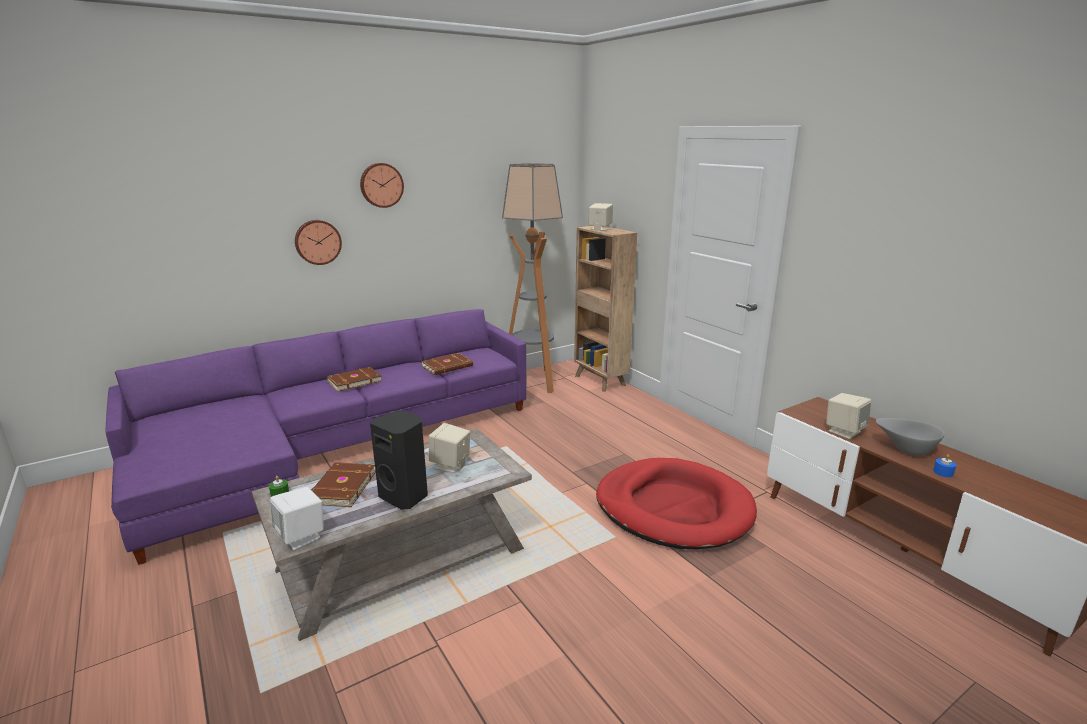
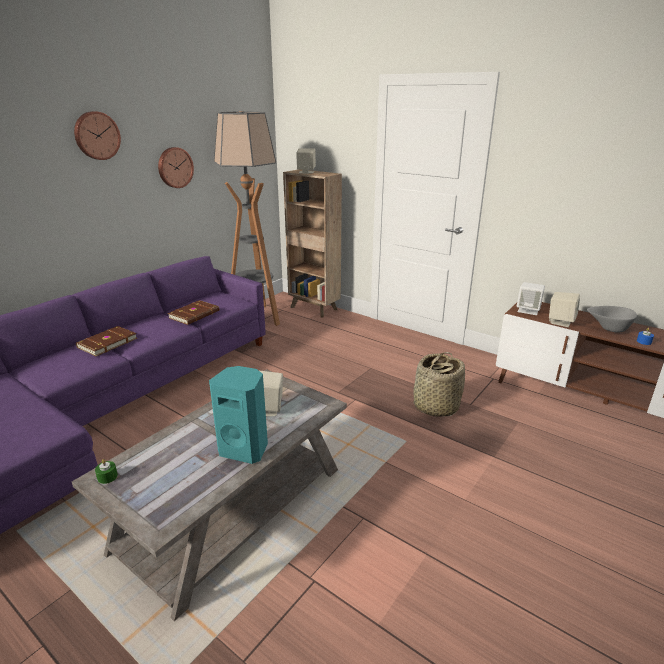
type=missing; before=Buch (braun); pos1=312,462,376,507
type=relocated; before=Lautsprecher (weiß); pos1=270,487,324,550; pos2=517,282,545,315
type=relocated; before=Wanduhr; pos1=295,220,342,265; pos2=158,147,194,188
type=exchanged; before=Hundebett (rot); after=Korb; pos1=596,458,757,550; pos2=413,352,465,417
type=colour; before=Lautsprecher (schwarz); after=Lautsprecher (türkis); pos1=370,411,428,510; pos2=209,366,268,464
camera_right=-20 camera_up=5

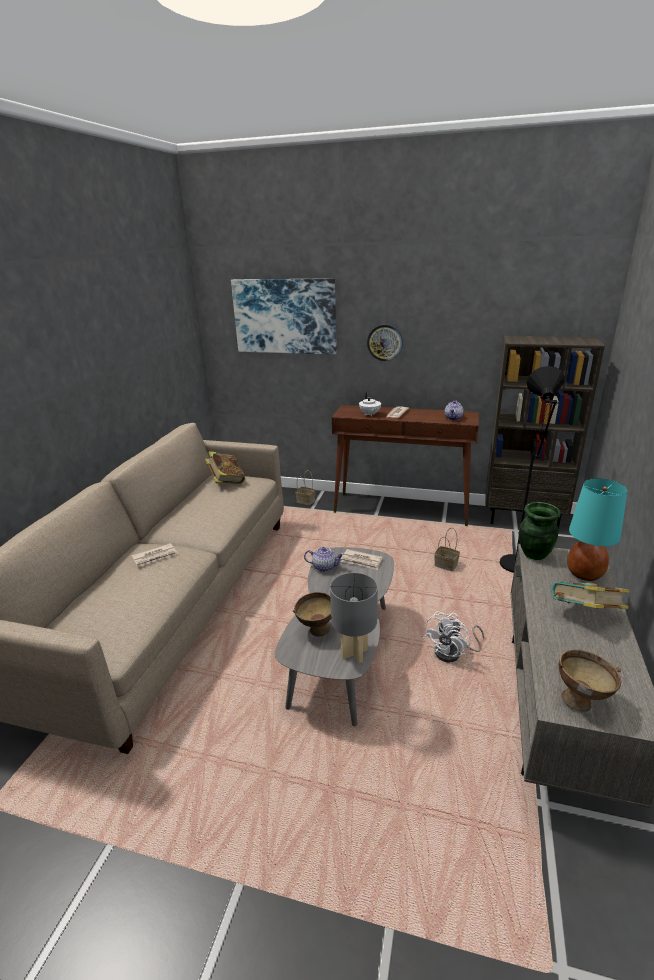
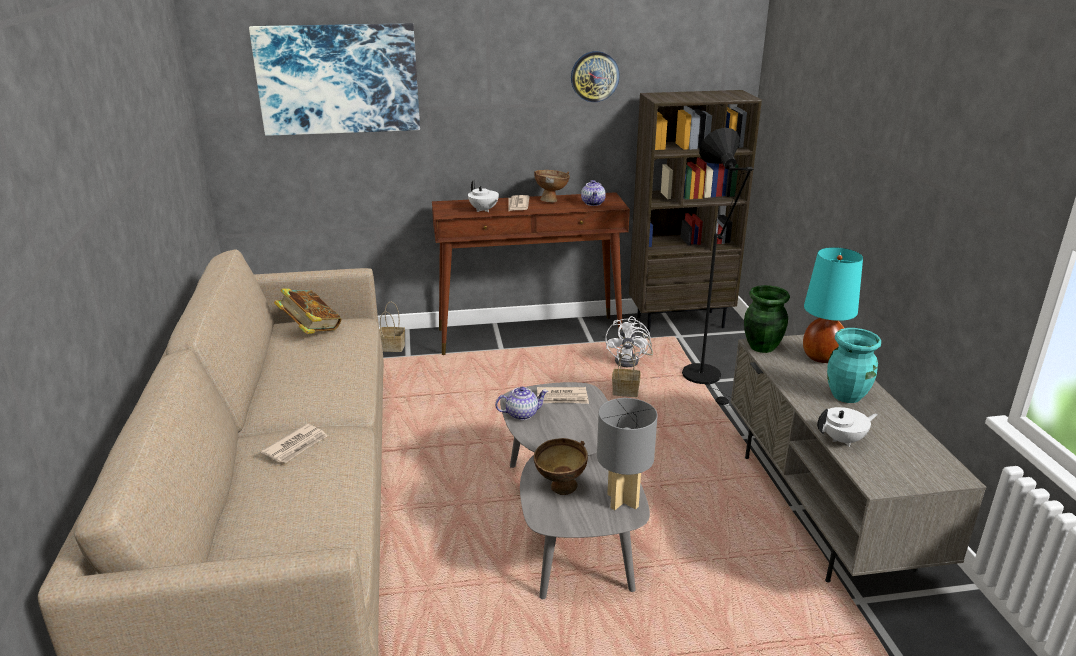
type=appeared; after=Teekanne (weiß); pos2=817,407,878,447
type=relocated; before=Wanduhr; pos1=367,324,403,361; pos2=571,51,620,102
type=relocated; before=Ventilator (weiß); pos1=424,612,484,662; pos2=605,316,653,367
type=relocated; before=Schüssel (braun); pos1=559,649,621,712; pos2=534,170,570,202
type=exchanged; before=Buch; after=Vase (türkis); pos1=551,581,629,609; pos2=827,328,881,403
camera_right=-25 camera_up=0

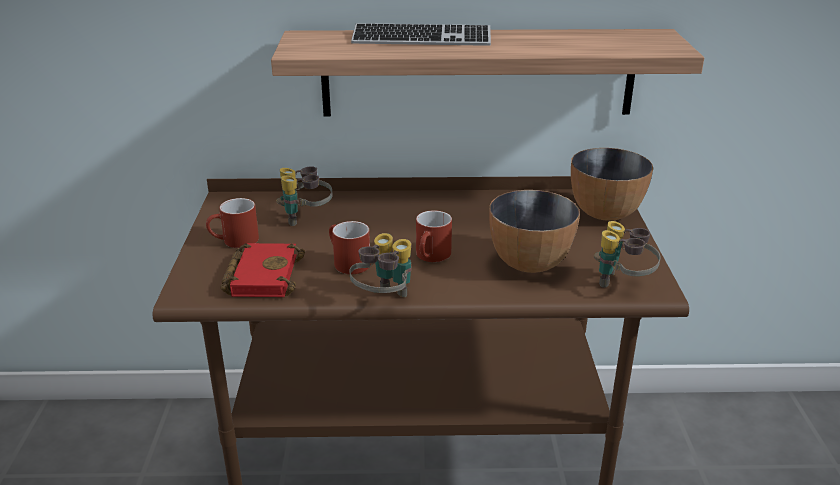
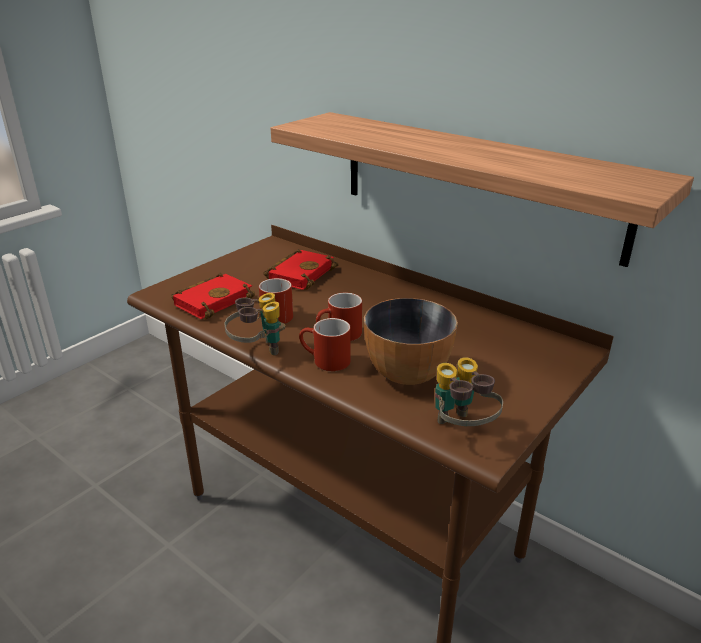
type=missing; before=Tastatur; pos1=351,23,491,46
type=missing; before=Schüssel; pos1=571,148,653,221
type=relocated; before=Henkelbecher (rot); pos1=206,198,259,248; pos2=299,318,351,371
type=exchanged; before=Fernglas; after=Buch (rot); pos1=276,166,333,226; pos2=264,249,339,290
camera_right=40 camera_up=0

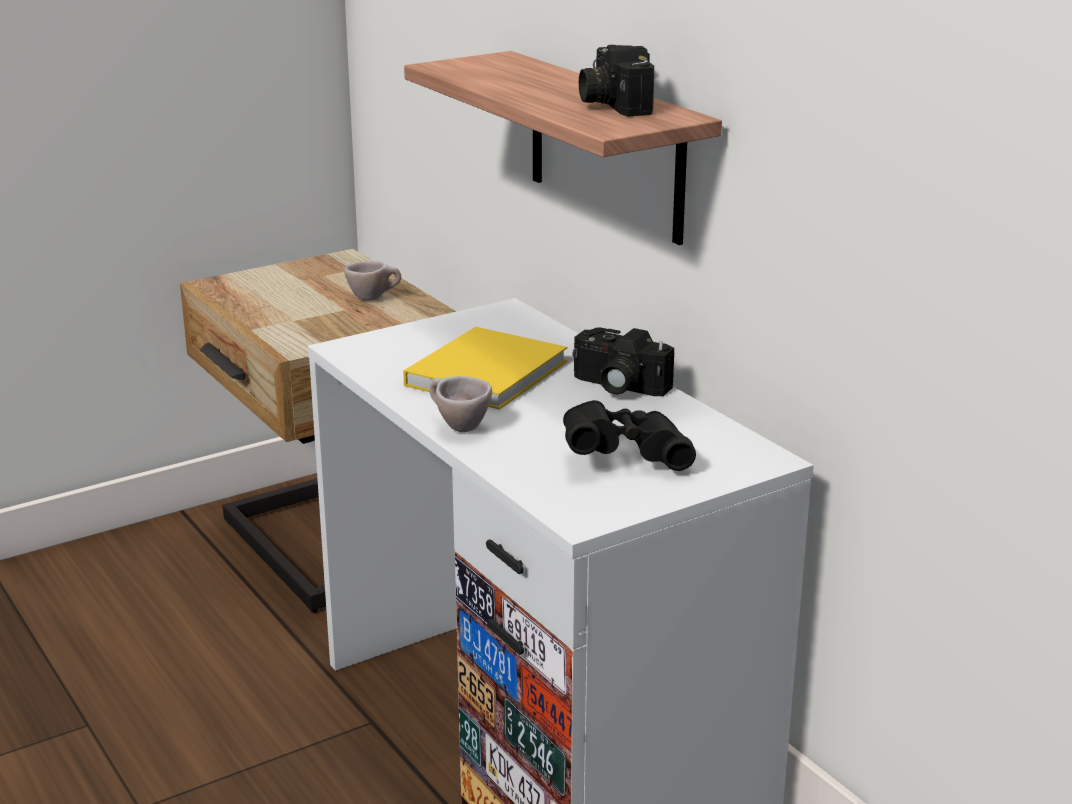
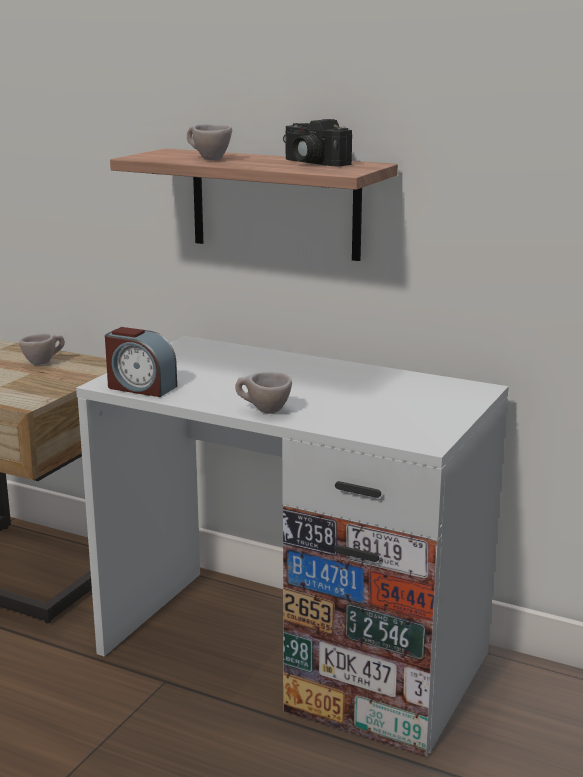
type=missing; before=Buch (gelb); pos1=403,327,567,410
type=missing; before=Fernglas (schwarz); pos1=563,400,696,471
type=missing; before=Kamera; pos1=572,327,674,396
type=appeared; after=Wecker; pos2=105,327,177,397
type=appeared; after=Tasse (beige); pos2=187,124,232,160
camera_right=-30 camera_up=-5

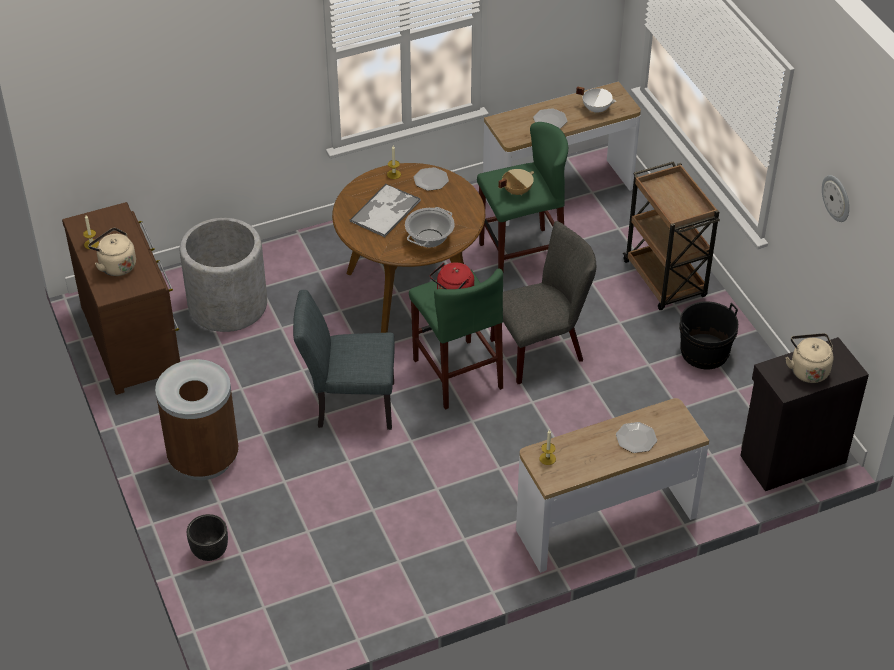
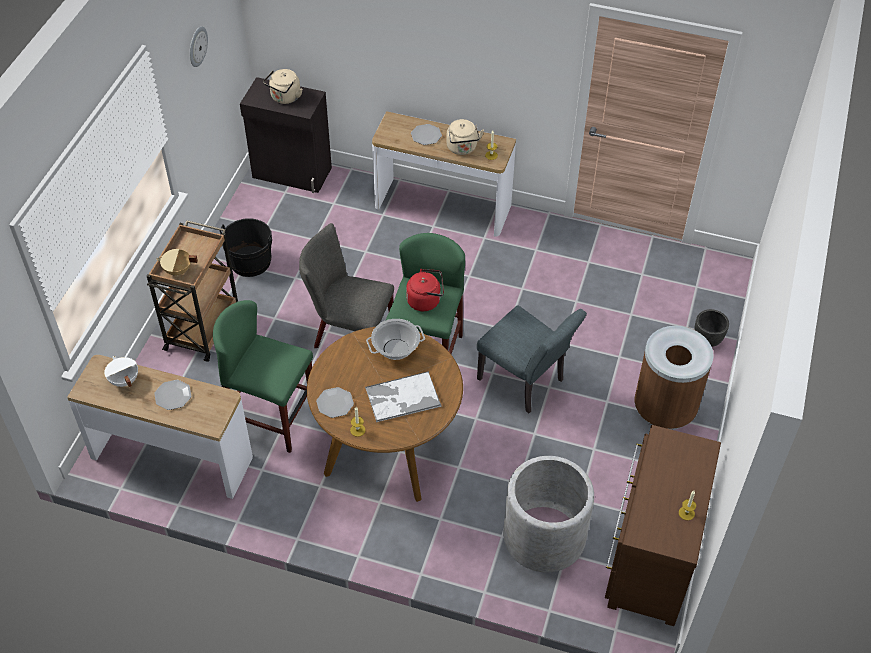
type=relocated; before=Wasserkessel (beige); pos1=88,228,136,276; pos2=446,119,484,155
type=relocated; before=Kochtopf (beige); pos1=498,169,534,196; pos2=156,249,198,276
camera_right=-140 camera_up=5

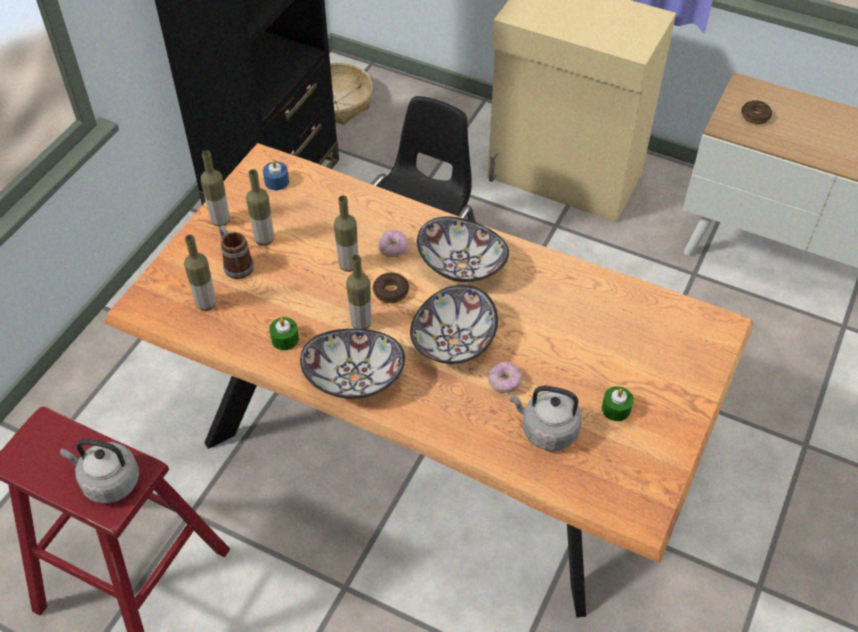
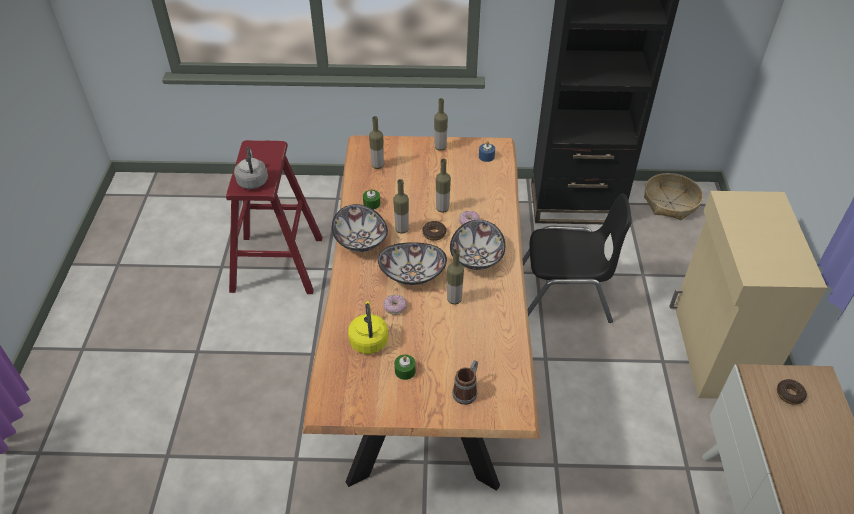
type=relocated; before=Henkelbecher; pos1=219,225,254,279; pos2=452,360,478,405
type=relocated; before=Flasche; pos1=246,169,274,246; pos2=447,249,464,305
type=colour; before=Wasserkessel (grau); after=Wasserkessel (gelb); pos1=510,386,582,451; pos2=348,301,388,354
camera_right=65 camera_up=-5

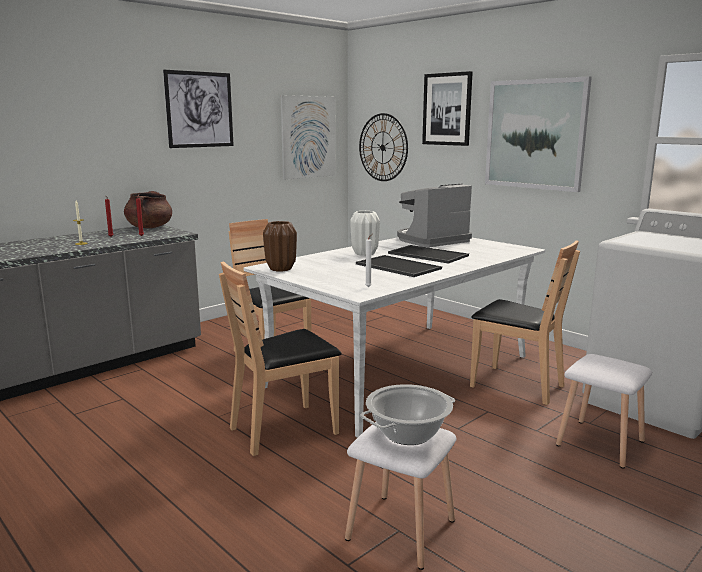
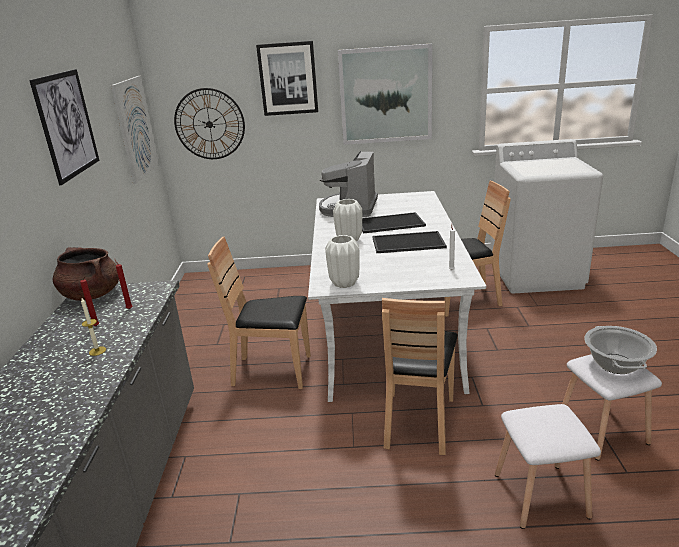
type=relocated; before=Hocker (weiß); pos1=556,354,652,469; pos2=495,404,601,529
type=colour; before=Vase (braun); after=Vase (weiß); pos1=263,221,297,272; pos2=325,235,360,288
camera_right=-45 camera_up=10

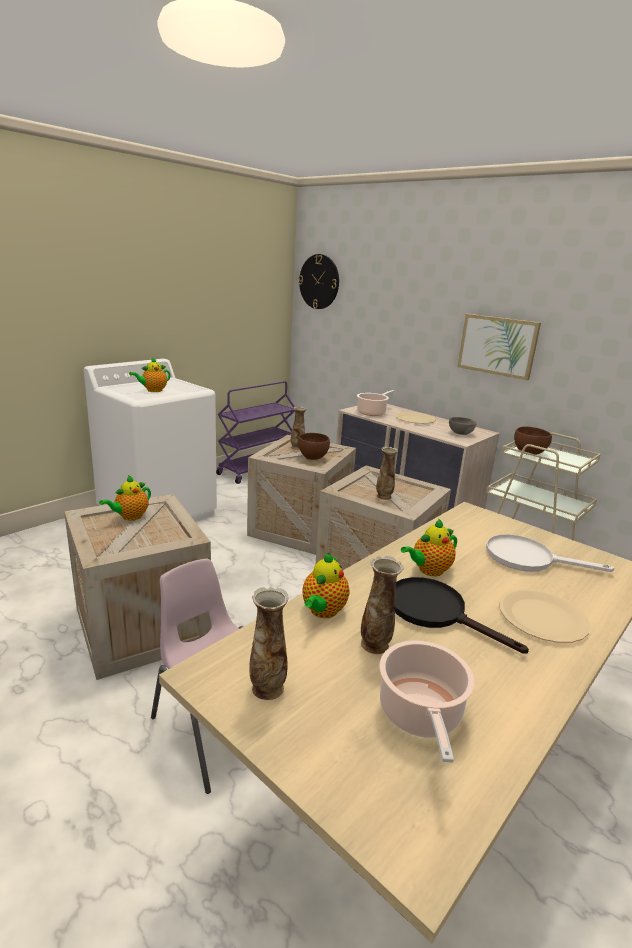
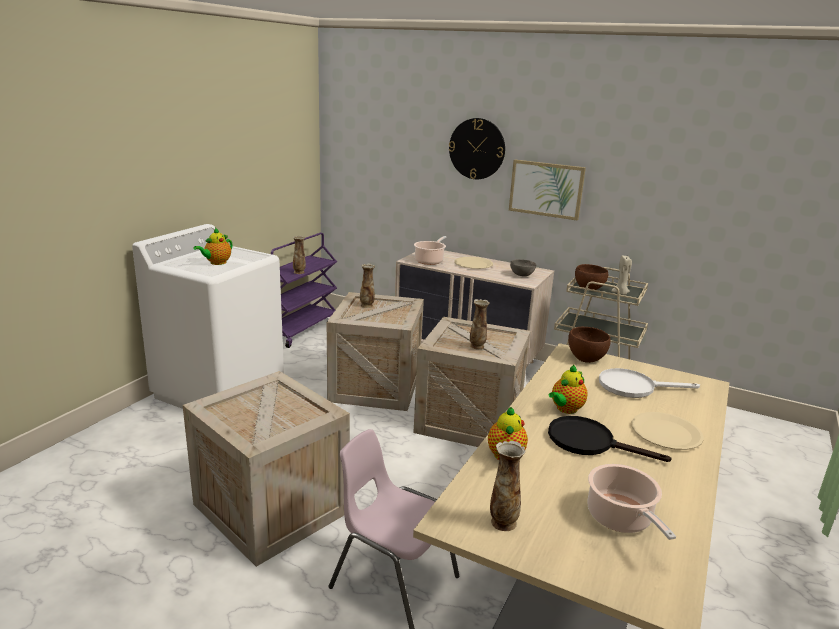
type=missing; before=Teekanne; pos1=99,475,151,521
type=appeared; after=Kerze (beige); pos2=611,256,632,295
type=relocated; before=Wanduhr; pos1=298,254,339,309; pos2=449,118,505,179
type=relocated; before=Schüssel (braun); pos1=298,433,330,460; pos2=568,327,611,363
type=relocated; before=Vase; pos1=361,556,404,654; pos2=293,236,306,274
camera_right=-15 camera_up=0

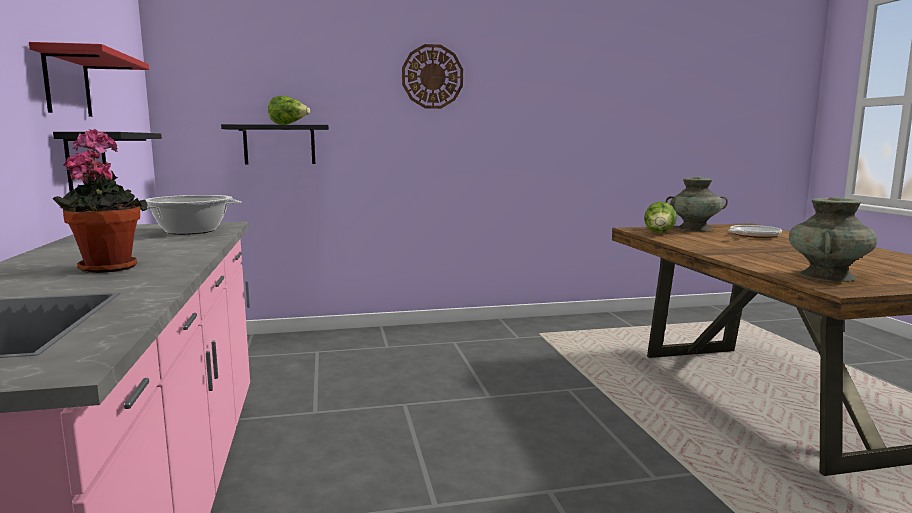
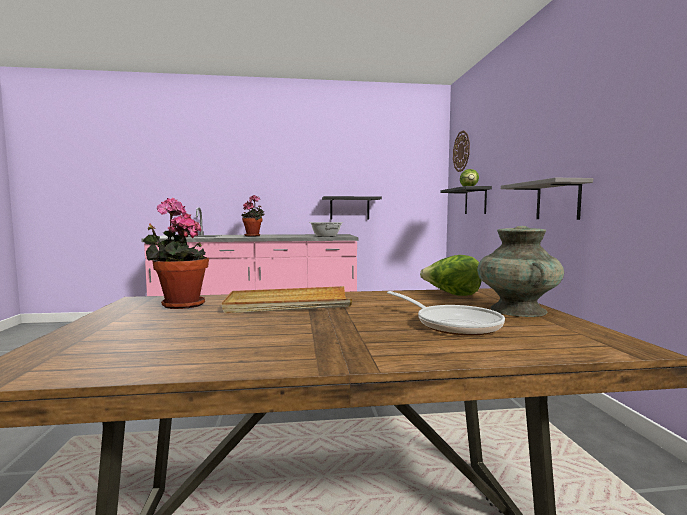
type=missing; before=Wandregal (rot); pos1=29,42,149,117
type=appeared; after=Tablett (beige); pos2=222,286,352,313
type=appeared; after=Wandregal (grau); pos2=501,178,593,220
type=relocated; before=Wanduhr; pos1=402,44,463,109; pos2=453,130,470,172
type=exchanged; before=Vase (türkis); after=Topfpflanze; pos1=789,197,877,282; pos2=143,198,209,309
camera_right=95 camera_up=-5

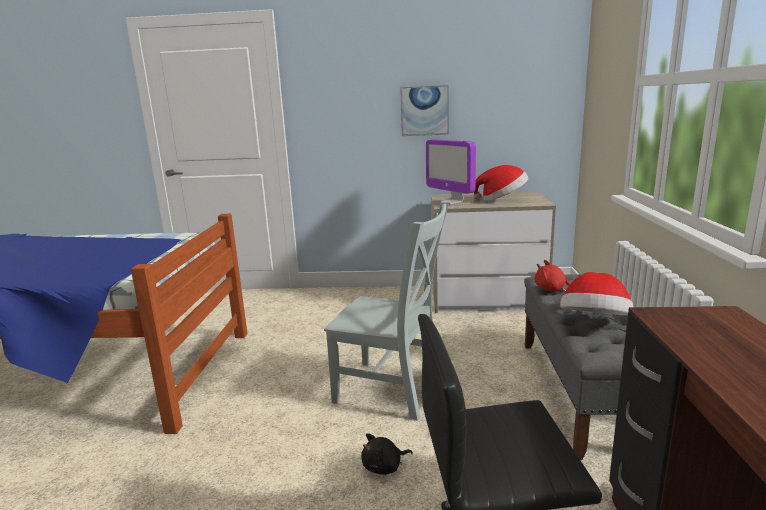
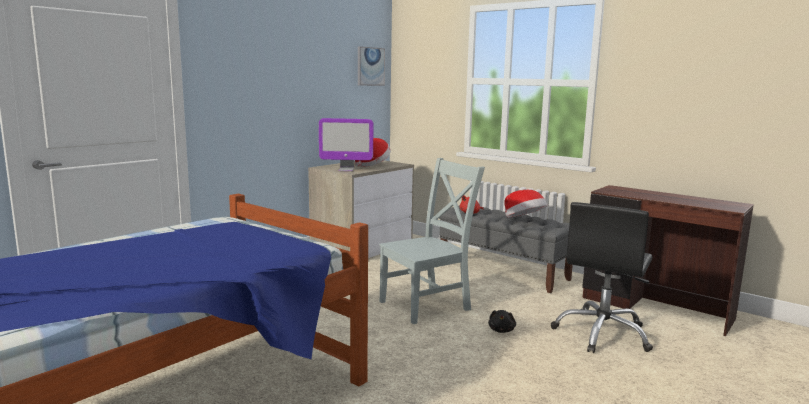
type=relocated; before=Bild; pos1=400,85,449,136; pos2=358,46,385,86
camera_right=-55 camera_up=-5

